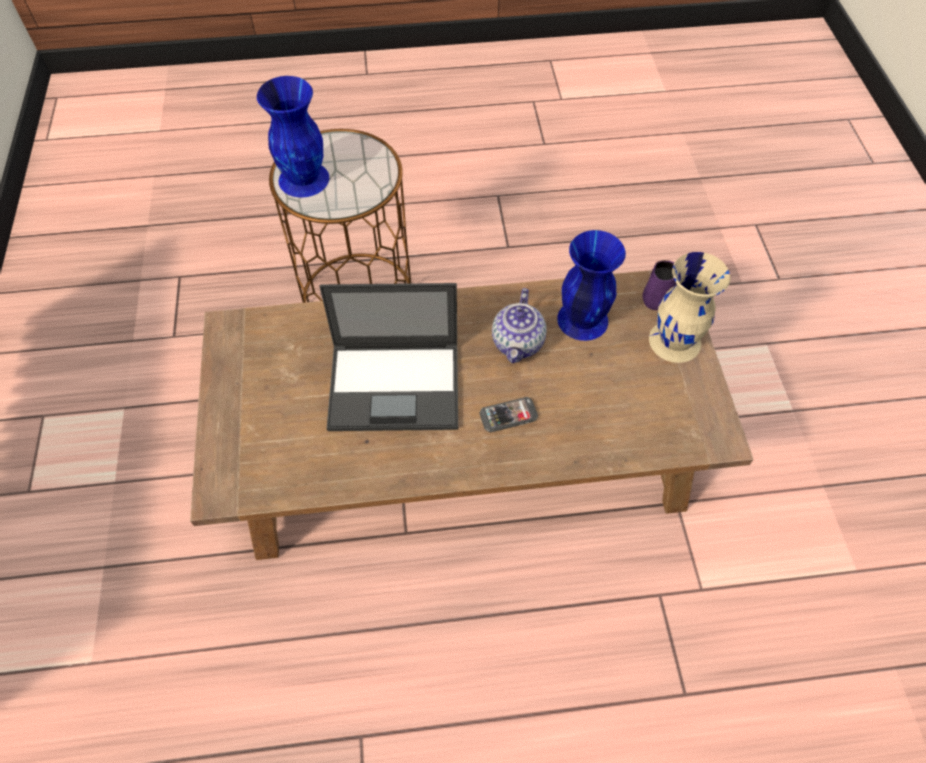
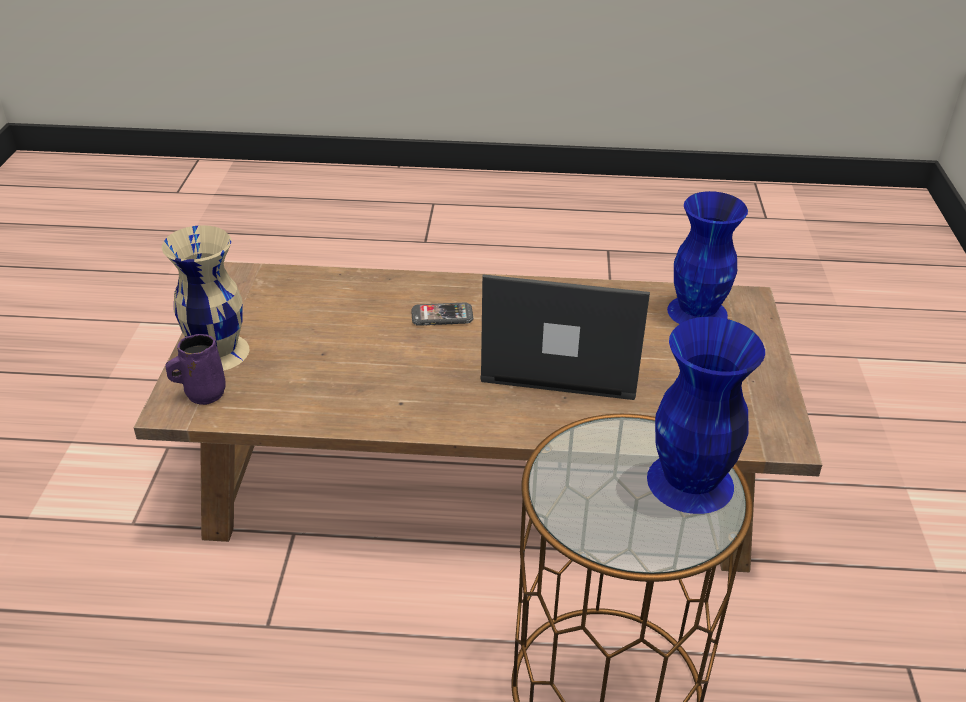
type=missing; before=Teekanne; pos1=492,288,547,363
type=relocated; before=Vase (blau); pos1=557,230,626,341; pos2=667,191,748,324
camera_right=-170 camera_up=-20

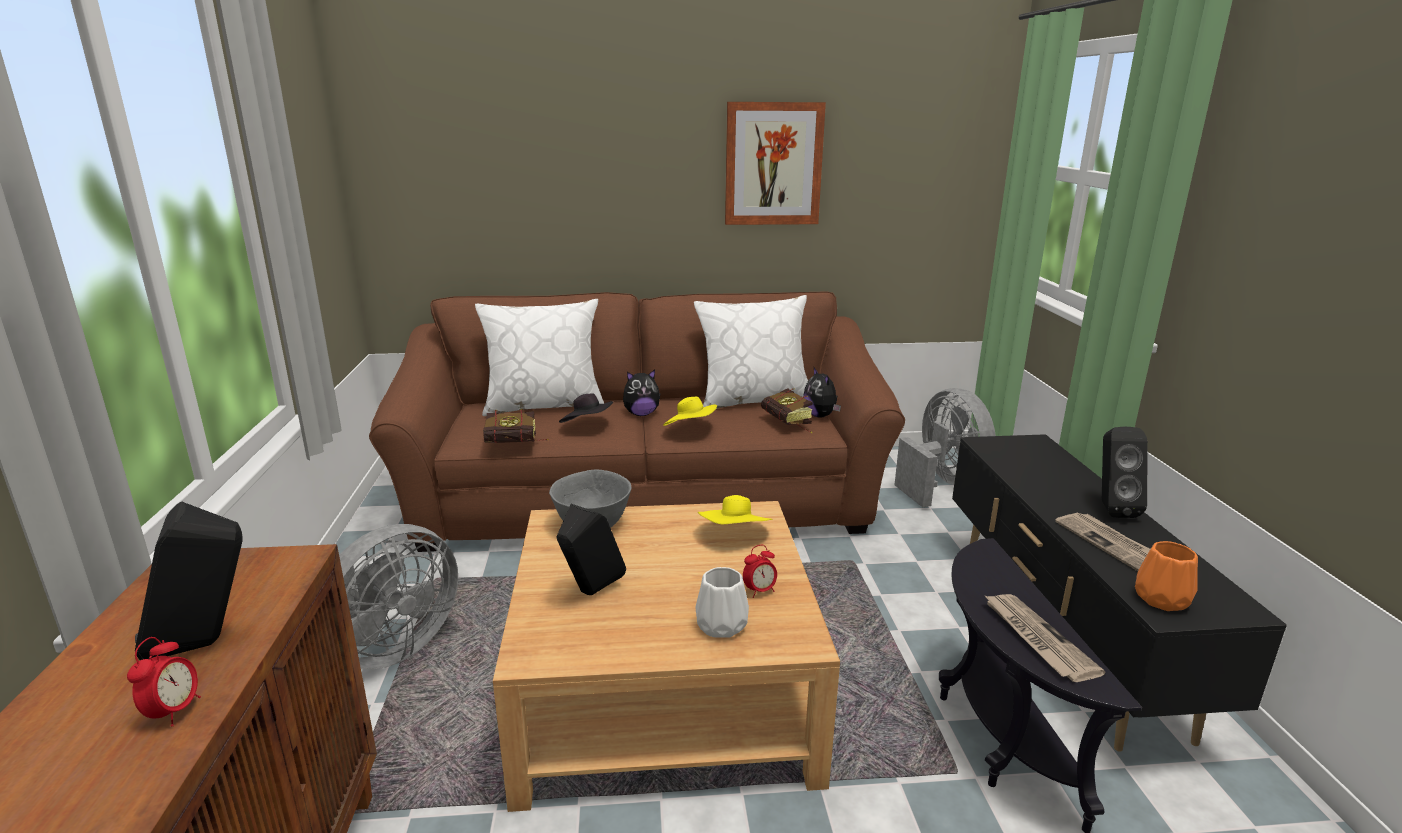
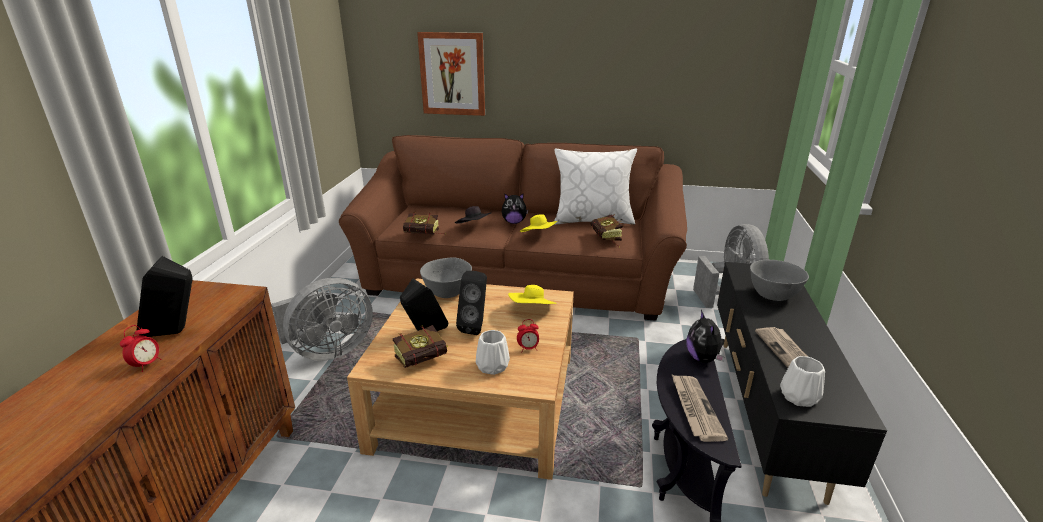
type=missing; before=Kissen (weiß); pos1=475,299,604,416
type=appeared; after=Buch; pos2=393,325,448,368
type=appeared; after=Schüssel (grau); pos2=750,260,809,301
type=relocated; before=Bild; pos1=725,102,826,225; pos2=417,32,485,116
type=relocated; before=Plüschtier; pos1=803,368,841,418; pos2=686,310,725,363
type=relocated; before=Lautsprecher (schwarz); pos1=1102,427,1148,518; pos2=456,271,487,335
type=colour; before=Vase (orange); after=Vase (weiß); pos1=1135,541,1198,611; pos2=780,356,825,407
camera_right=15 camera_up=5

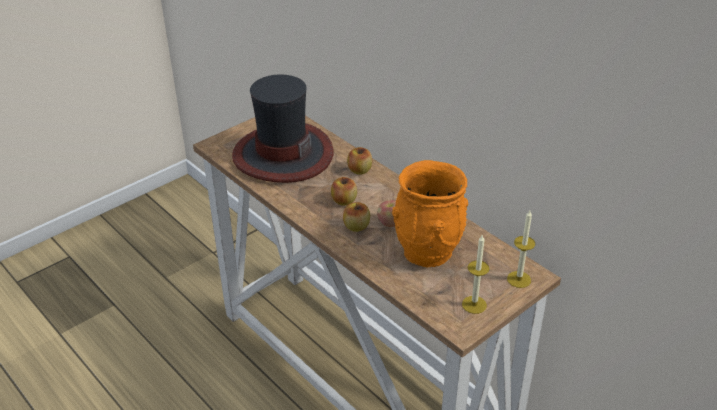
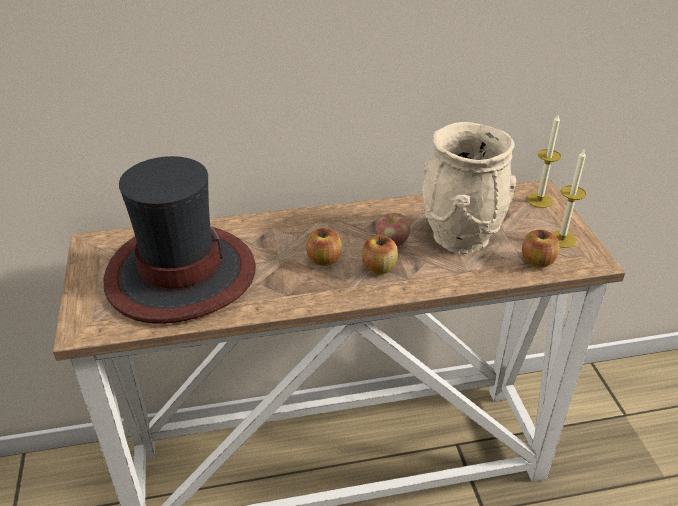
type=relocated; before=Apfel; pos1=347,147,372,175; pos2=522,229,559,268
type=colour; before=Vase (orange); after=Vase (beige); pos1=392,160,468,267; pos2=422,122,516,254
camera_right=-60 camera_up=0

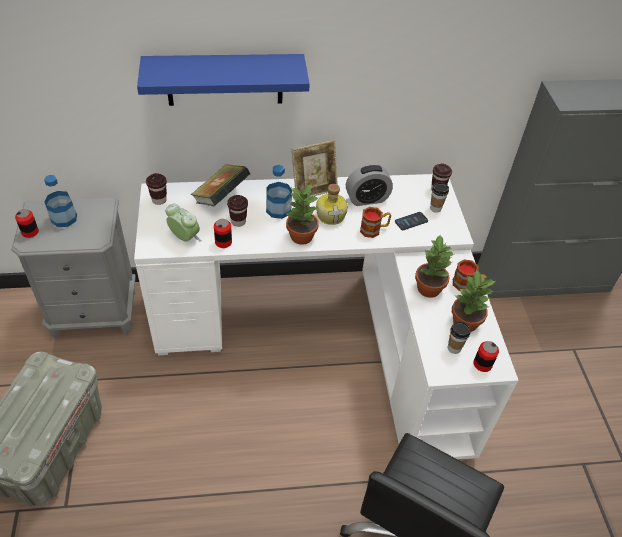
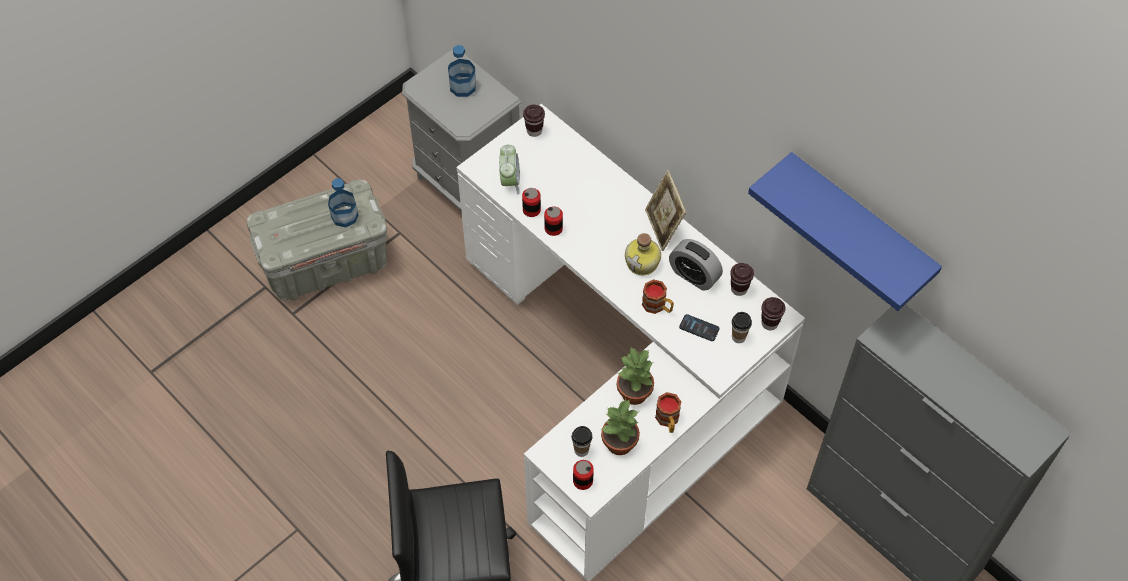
type=missing; before=Buch; pos1=190,164,250,206
type=missing; before=Topfpflanze; pos1=285,184,319,245
type=relocated; before=Dose; pos1=15,209,39,238; pos2=544,206,563,236
type=relocated; before=Wandregal (blau); pos1=137,54,310,106; pos2=748,152,942,311
type=relocated; before=Tasse (braun); pos1=227,195,248,227; pos2=730,263,754,296
type=relocated; before=Flasche; pos1=266,165,292,219; pos2=328,178,358,227
type=spun; before=Bilderrahmen; pos1=292,140,338,197; pos2=645,170,686,251; turn=45
camera_right=55 camera_up=10

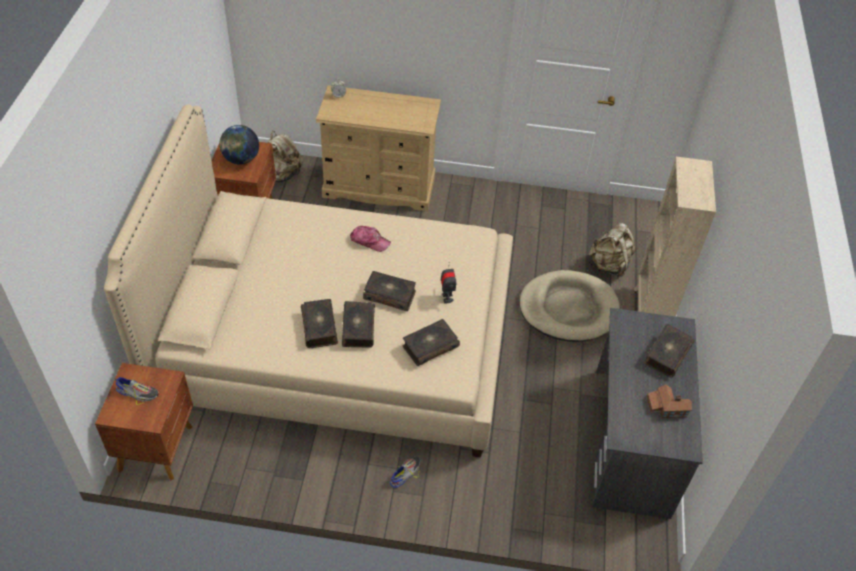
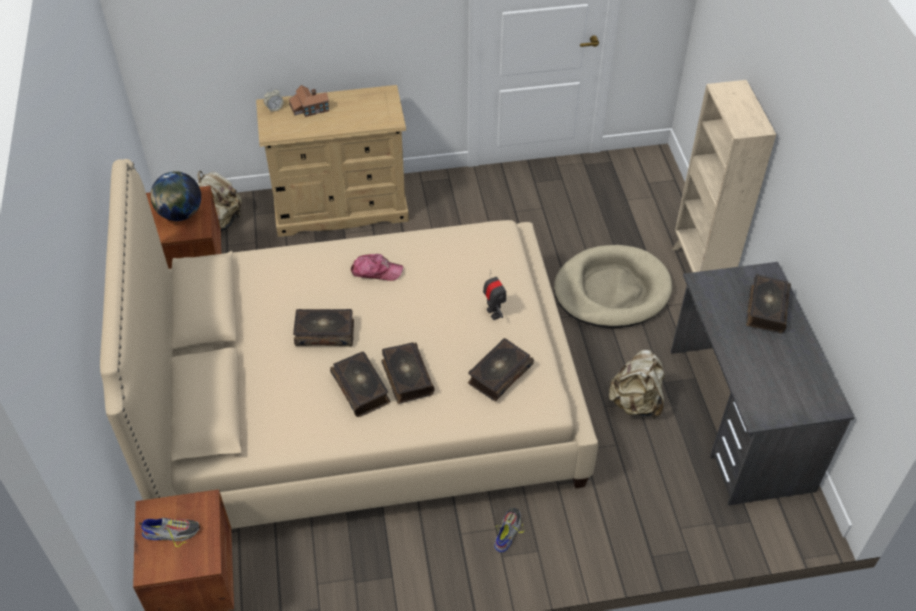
type=relocated; before=Buch; pos1=363,271,416,311; pos2=293,309,354,347
type=relocated; before=Rucksack (beige); pos1=589,223,636,278; pos2=608,350,665,419
type=relocated; before=Spielzeughaus; pos1=647,384,692,418; pos2=289,85,329,117
camera_right=-15 camera_up=0

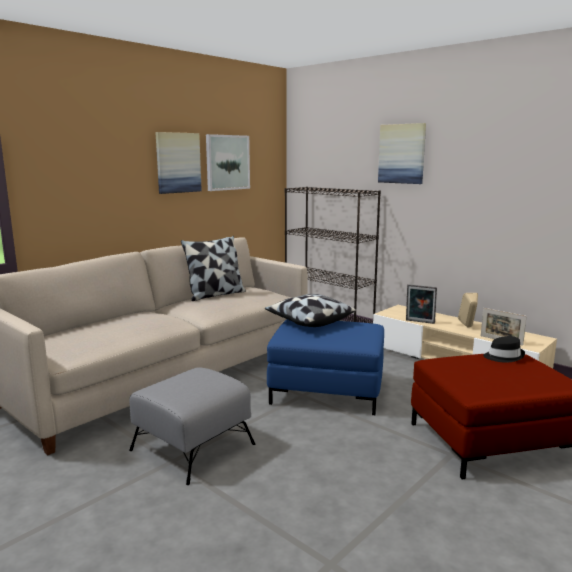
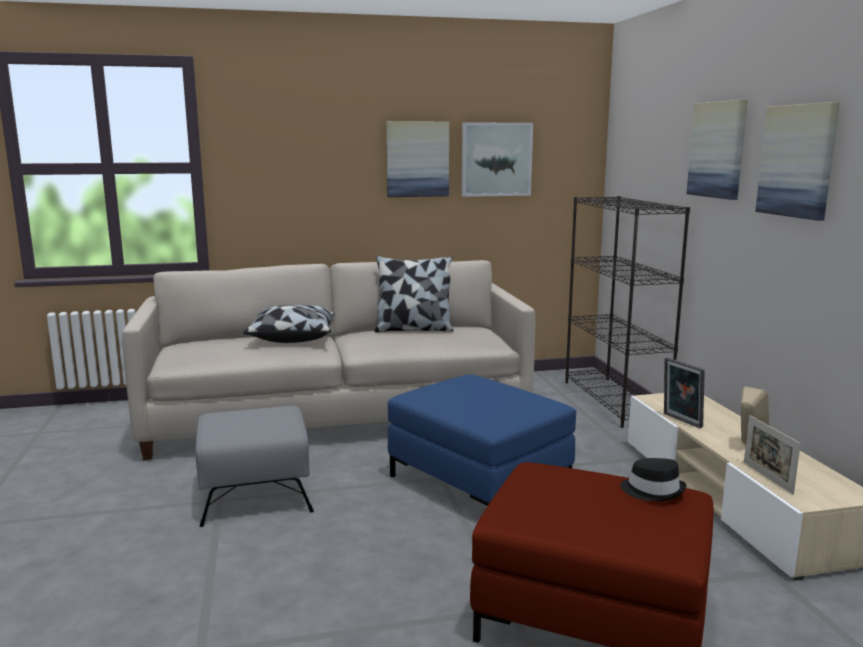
type=appeared; after=Bild; pos2=755,102,840,221
type=relocated; before=Kissen; pos1=265,294,356,327; pos2=243,305,335,343
camera_right=35 camera_up=0

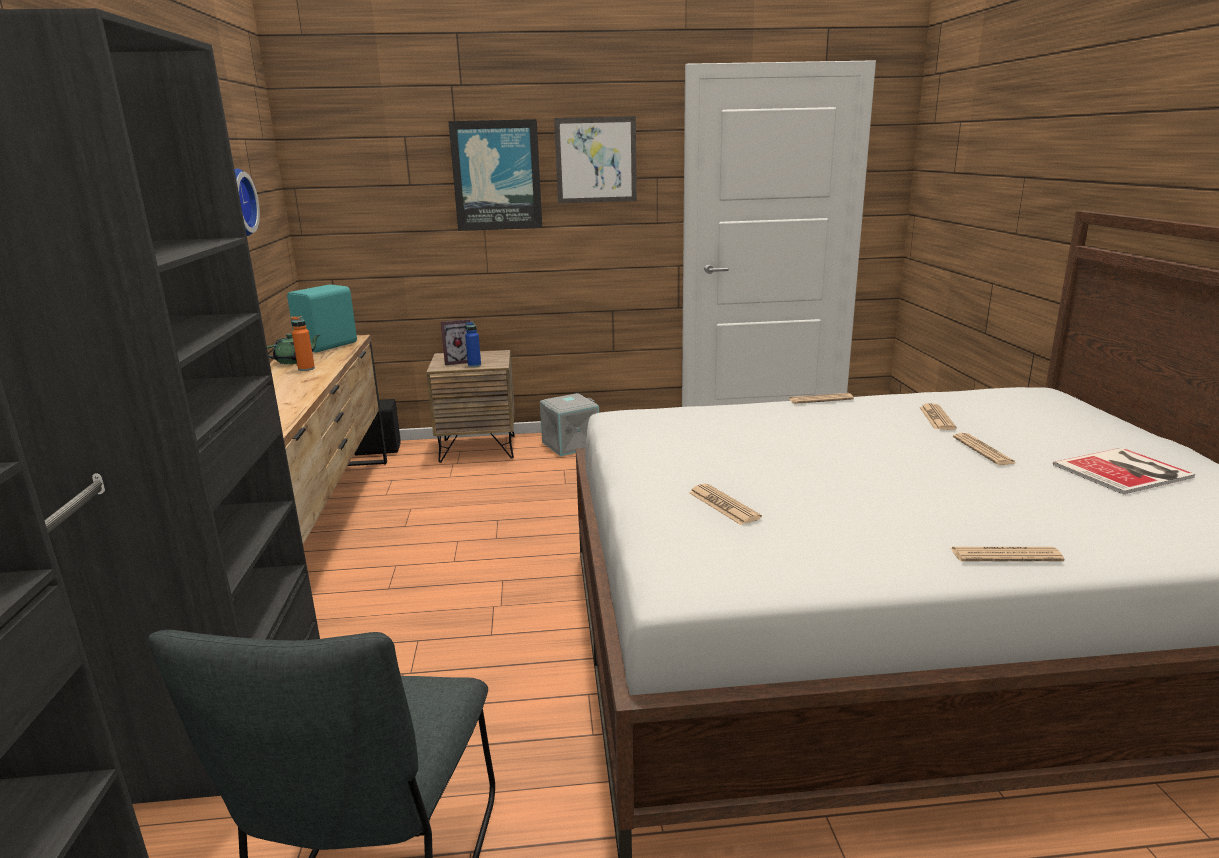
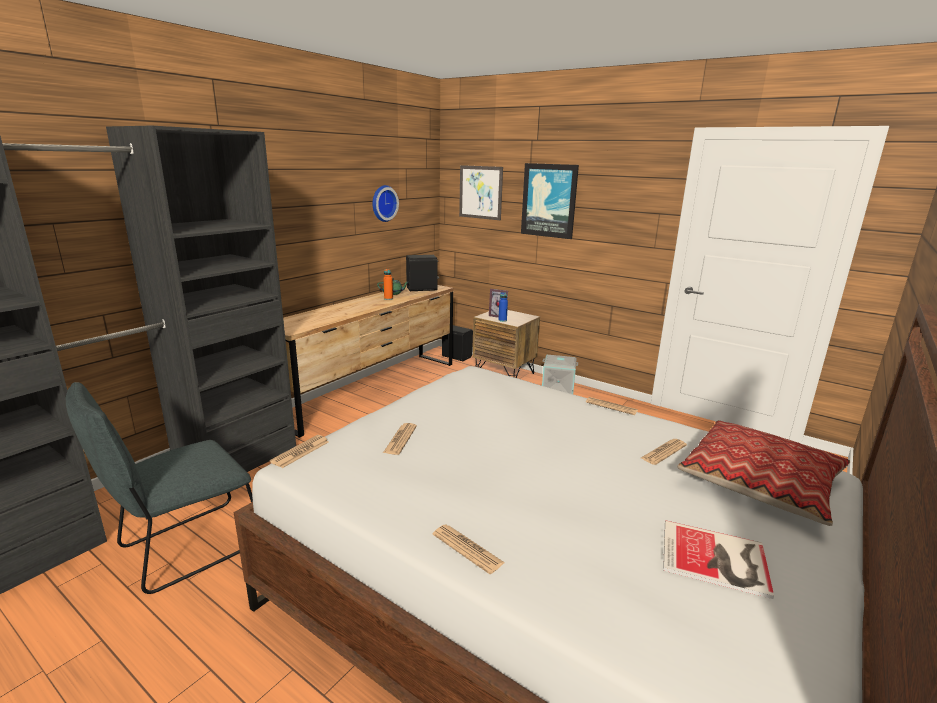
type=appeared; after=Kissen; pos2=677,420,850,526
type=relocated; before=Bild; pos1=554,116,637,203; pos2=459,165,503,220
type=relocated; before=Zeitung; pos1=953,433,1016,465; pos2=270,435,329,468
type=colour; before=Lautsprecher (türkis); after=Lautsprecher (schwarz); pos1=287,284,357,352; pos2=406,255,439,291
camera_right=40 camera_up=0

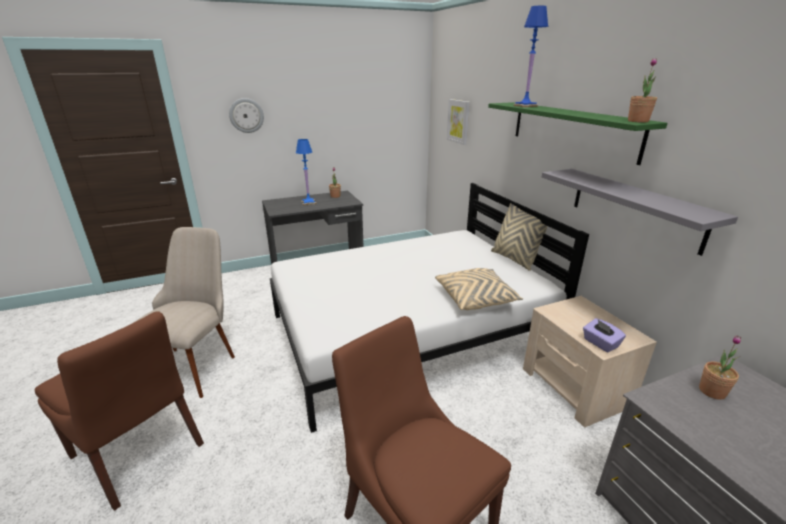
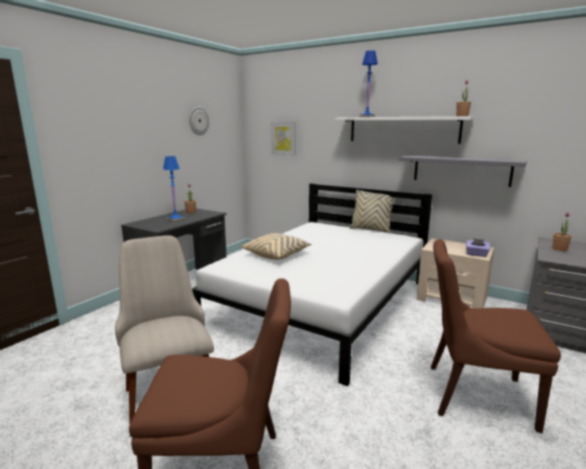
type=relocated; before=Wanduhr; pos1=229,98,264,133; pos2=189,106,209,135
type=relocated; before=Kissen (beige); pos1=435,268,523,310; pos2=241,233,312,260
type=colour; before=Wandregal (grün); after=Wandregal (weiß); pos1=488,102,668,165; pos2=335,116,474,144
camera_right=-35 camera_up=-10

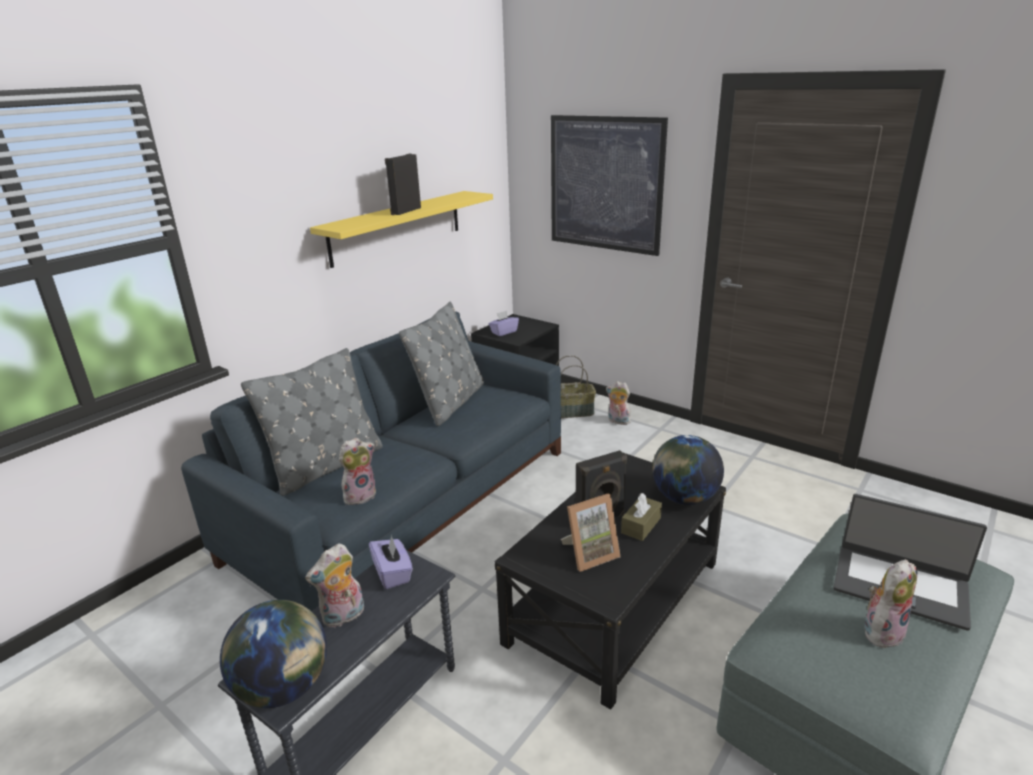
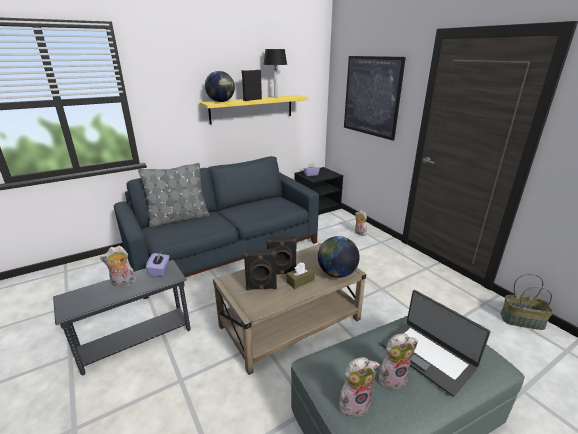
type=missing; before=Kissen (grau); pos1=399,302,484,426
type=appeared; after=Tischlampe; pos2=263,49,287,98
type=relocated; before=Globus; pos1=220,600,327,708; pos2=205,71,235,102
type=relocated; before=Plüschtier; pos1=339,438,376,505; pos2=339,357,380,417
type=relocated; before=Korb; pos1=556,355,596,418; pos2=501,274,554,330
type=exchanged; before=Bilderrahmen; after=Lautsprecher (schwarz); pos1=561,494,621,572; pos2=244,249,277,290
type=colour; before=Couchtisch (schwarz); after=Couchtisch (beige); pos1=495,453,726,709; pos2=213,243,366,375
camera_right=20 camera_up=0

